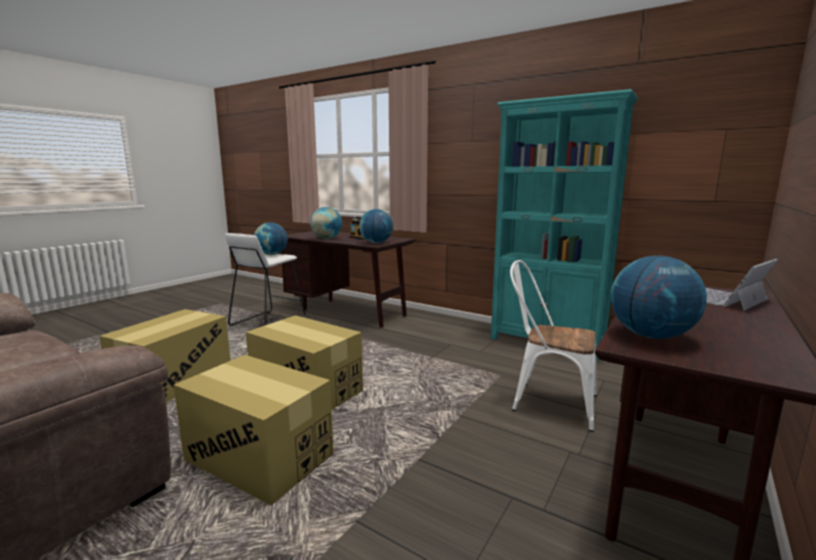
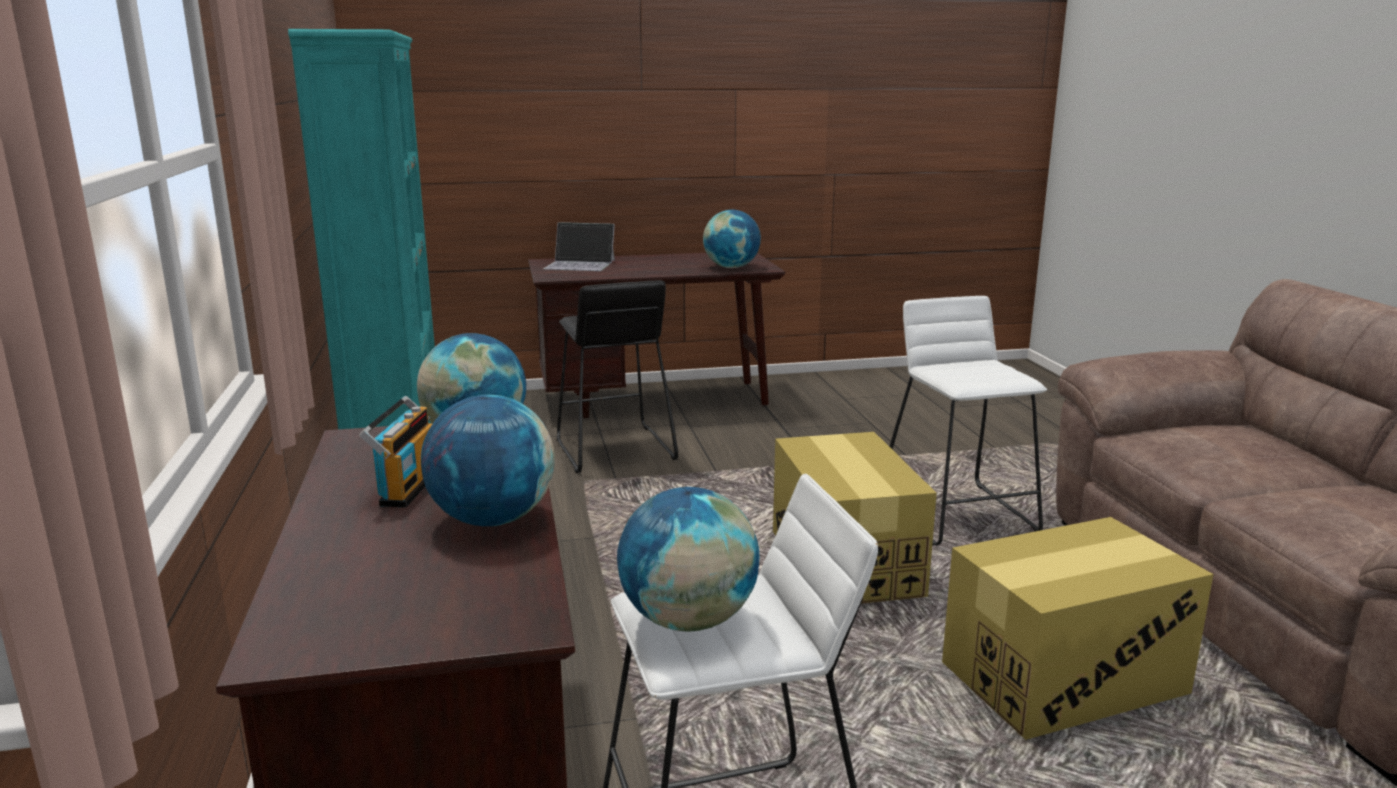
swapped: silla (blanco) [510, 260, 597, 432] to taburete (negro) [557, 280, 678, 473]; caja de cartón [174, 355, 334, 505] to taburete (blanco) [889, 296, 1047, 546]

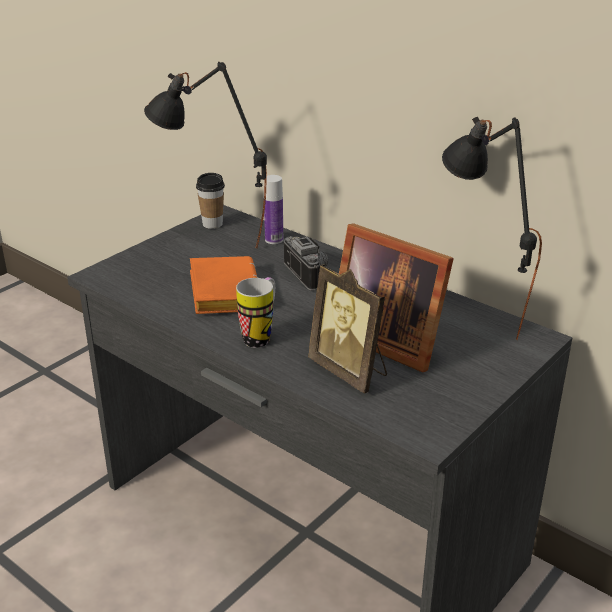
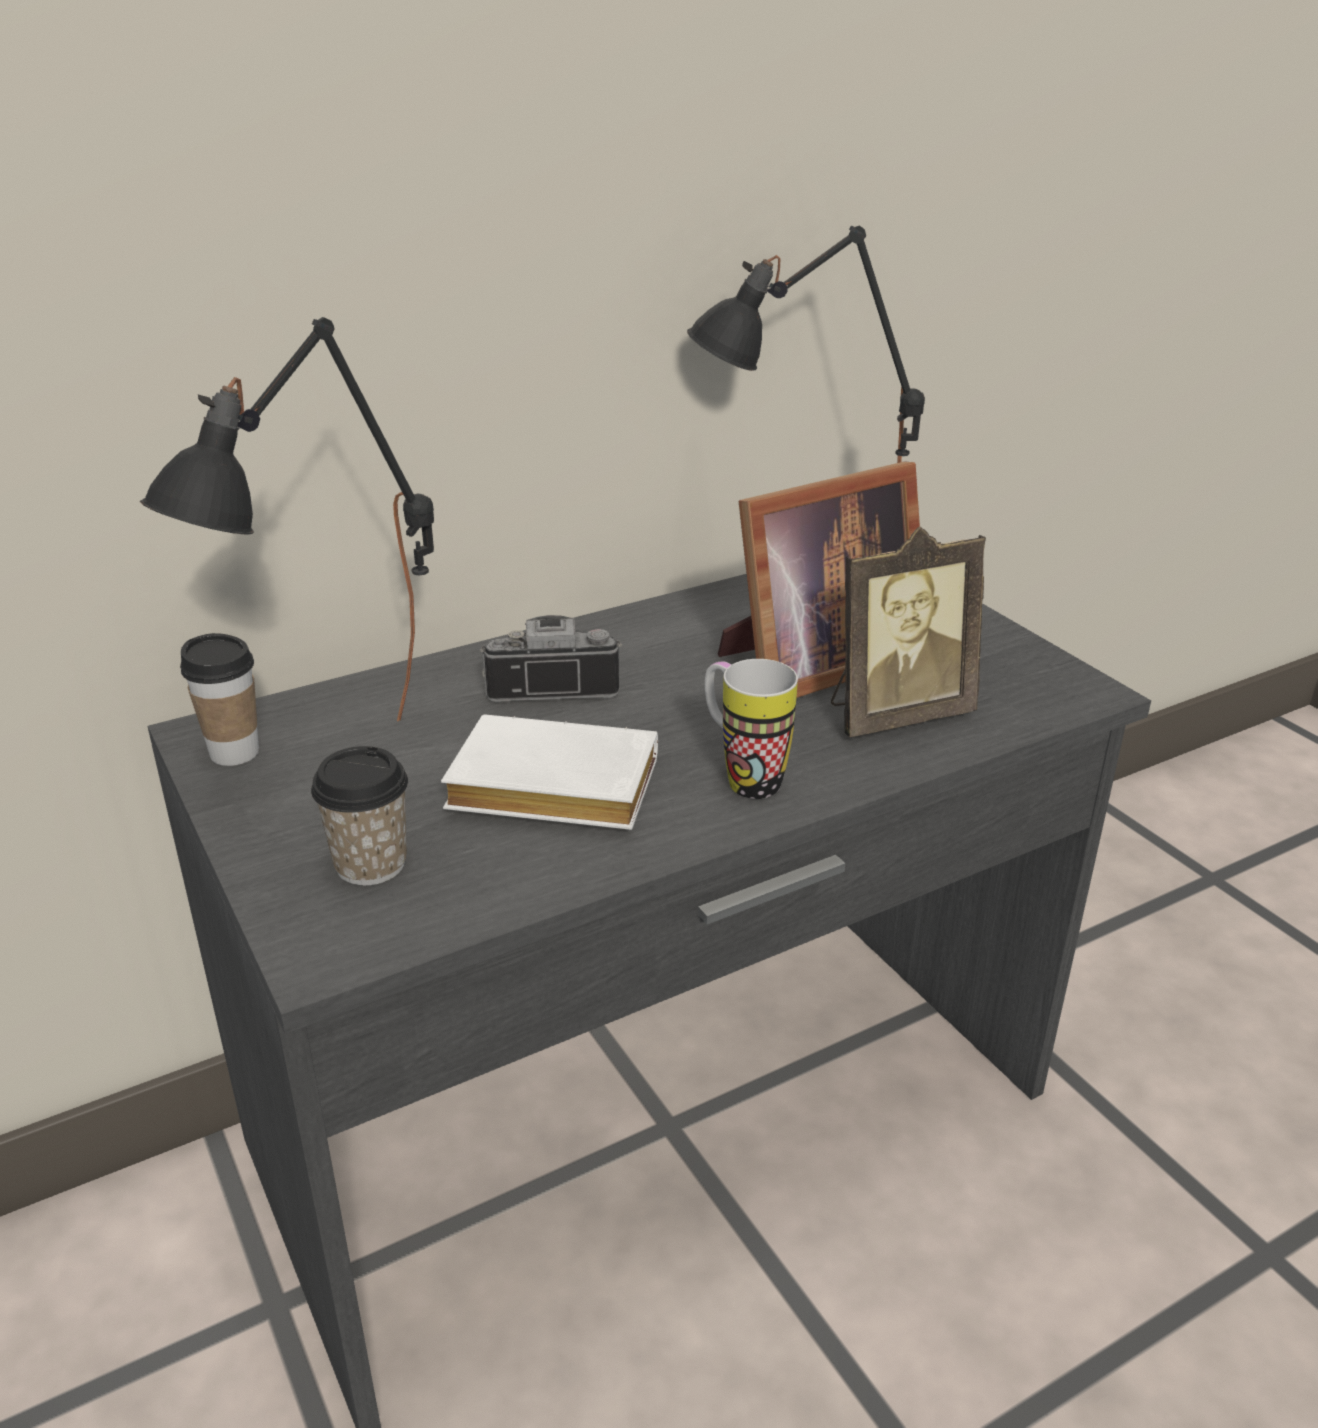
gone: botella [264, 175, 283, 244]
new: taza [311, 746, 408, 885]
repainted: libro (naranja) [190, 256, 258, 314] to libro (blanco) [441, 714, 658, 830]

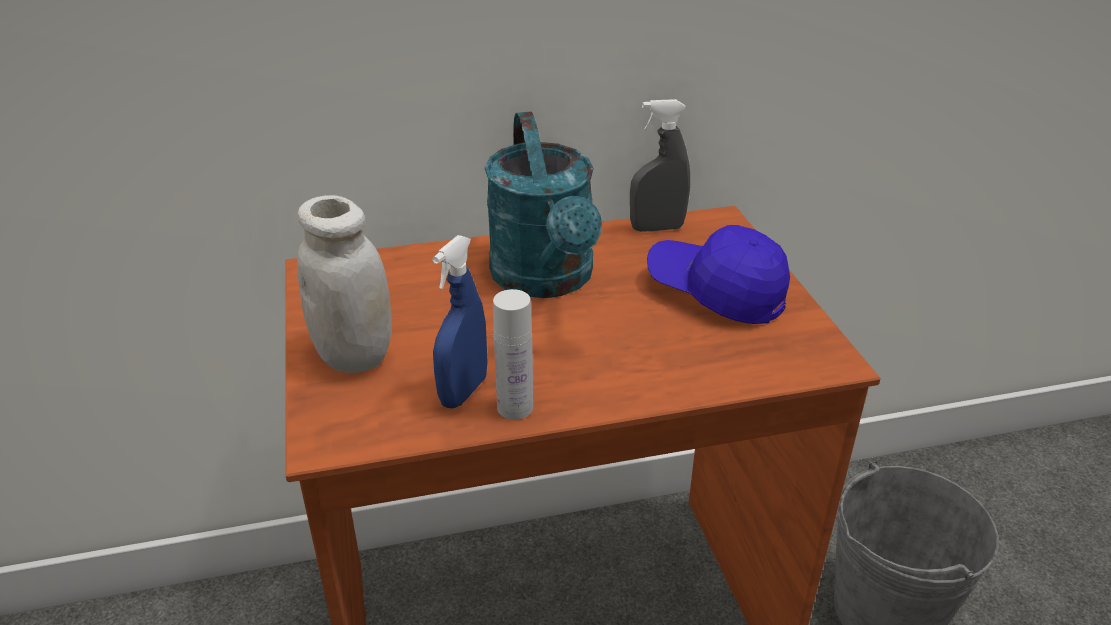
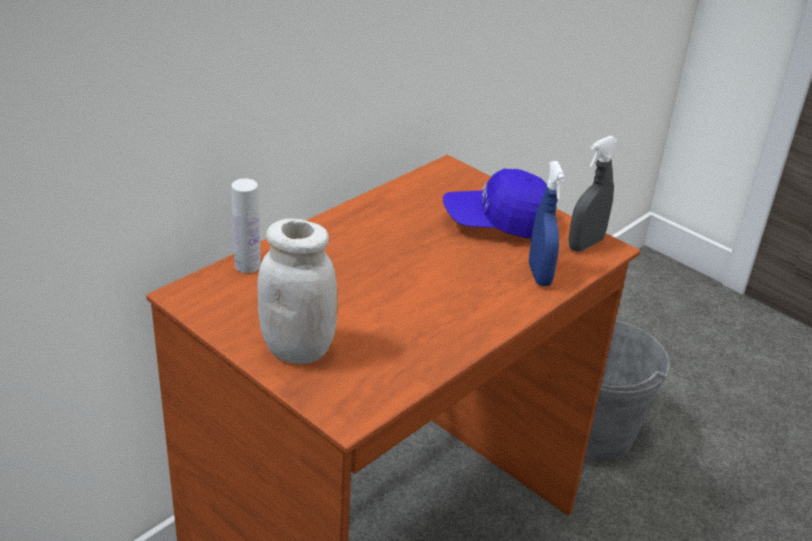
gone: regadera (turquesa) [485, 112, 602, 298]
shifted: botella (blanco) [493, 289, 533, 420] to [232, 178, 261, 273]; pulverizador (azul) [432, 235, 488, 408] to [529, 161, 565, 286]; pulverizador (gris) [630, 99, 690, 232] to [569, 136, 619, 251]

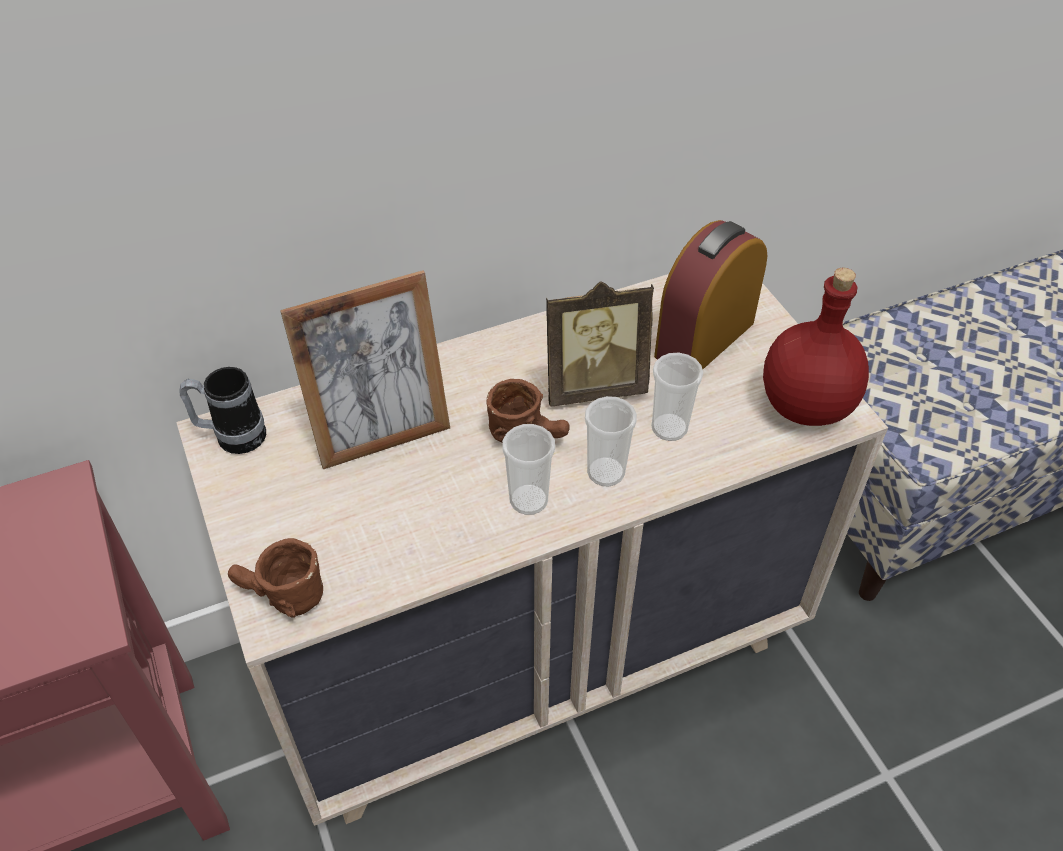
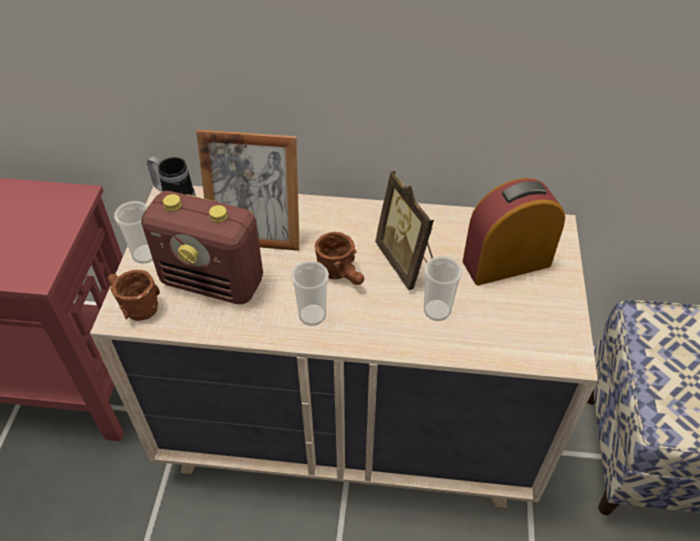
gone: botella (rojo) [763, 268, 869, 426]
new: radio [141, 191, 263, 304]
shifted: taza [585, 396, 637, 487] to [114, 201, 153, 264]
rotated: portarretratos [546, 281, 654, 407] = [375, 171, 434, 290] 45 degrees clockwise

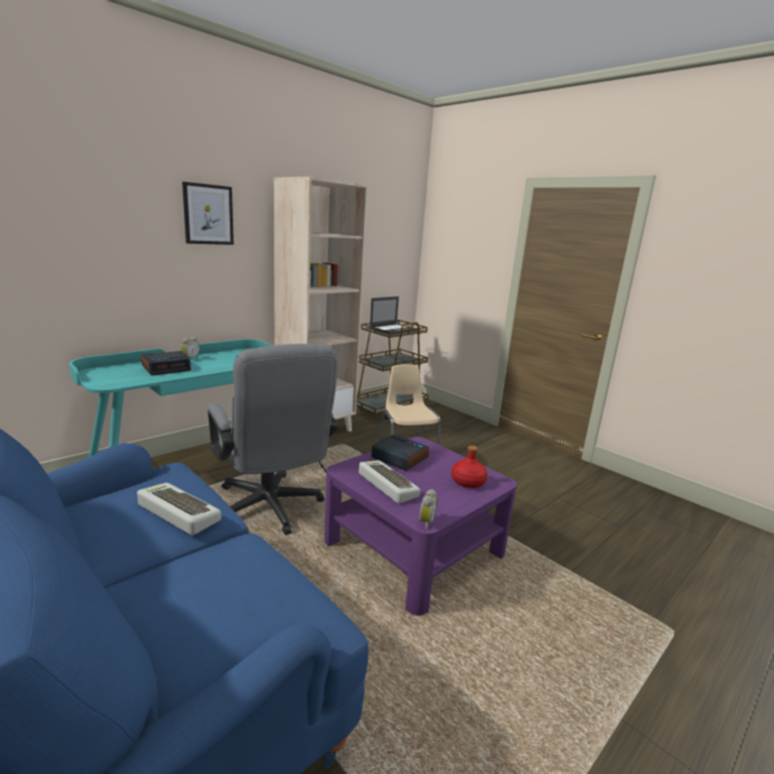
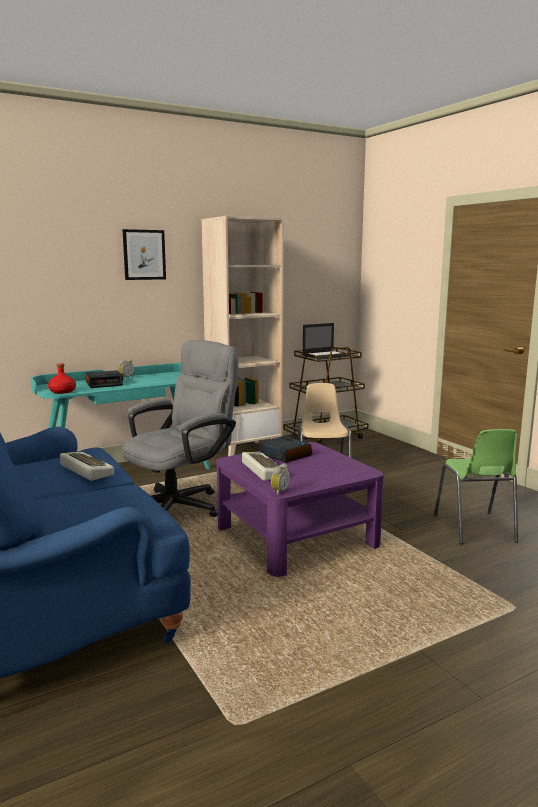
new: silla (verde) [434, 429, 518, 544]
shifted: botella (rojo) [451, 445, 488, 488] to [48, 363, 76, 394]
rotated: silla de oficina (gris) [208, 344, 338, 535] = [122, 340, 238, 517] 120 degrees counterclockwise

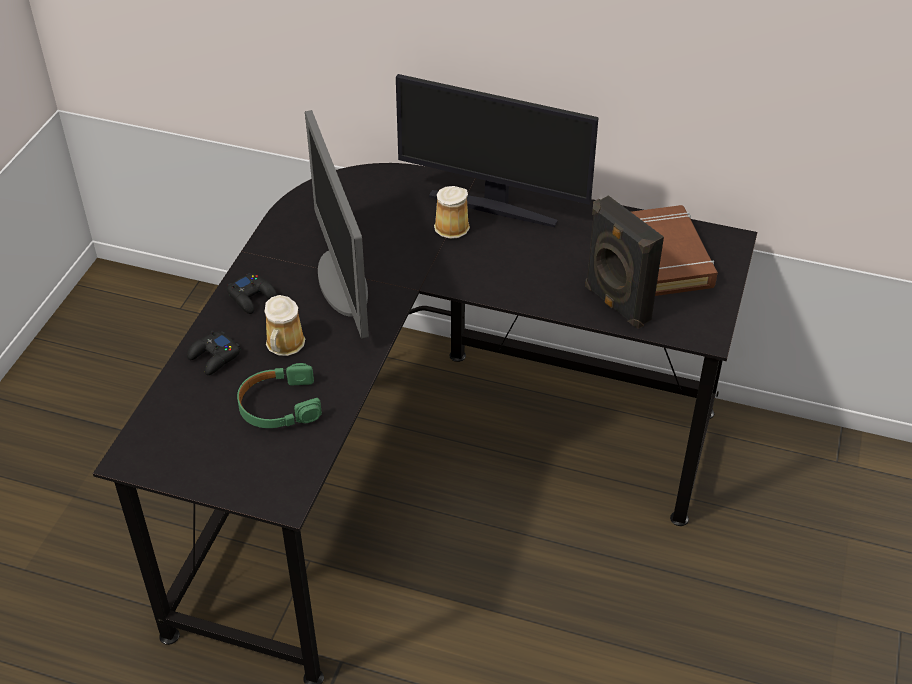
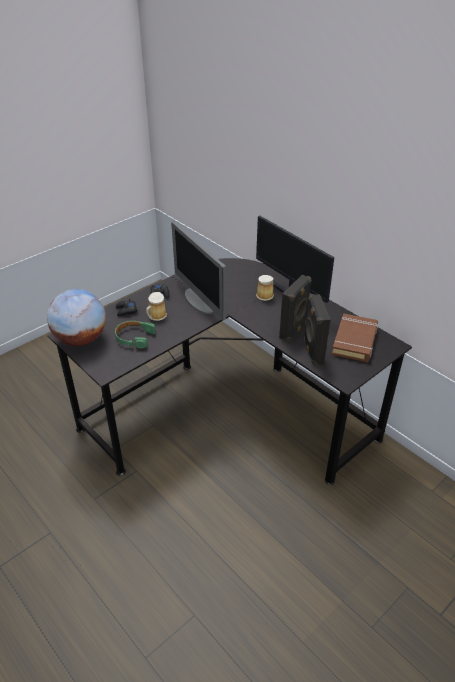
new: globo terráqueo [47, 289, 106, 346]; altavoz (negro) [279, 275, 312, 342]
rotated: monitor [305, 110, 369, 339] = [171, 221, 226, 320] 45 degrees counterclockwise

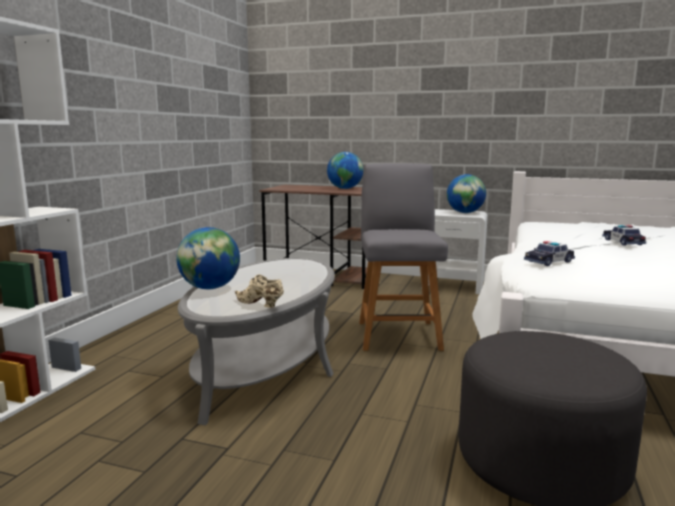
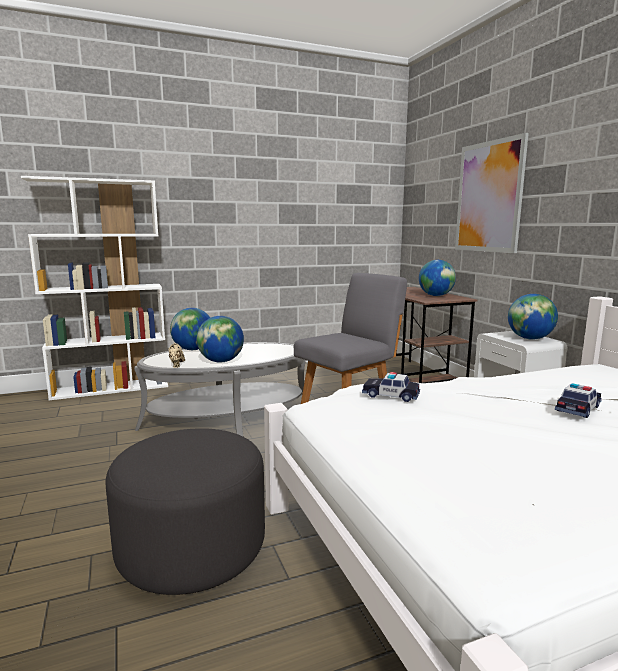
new: globo terráqueo [197, 316, 244, 363]; cuadro [455, 133, 529, 253]

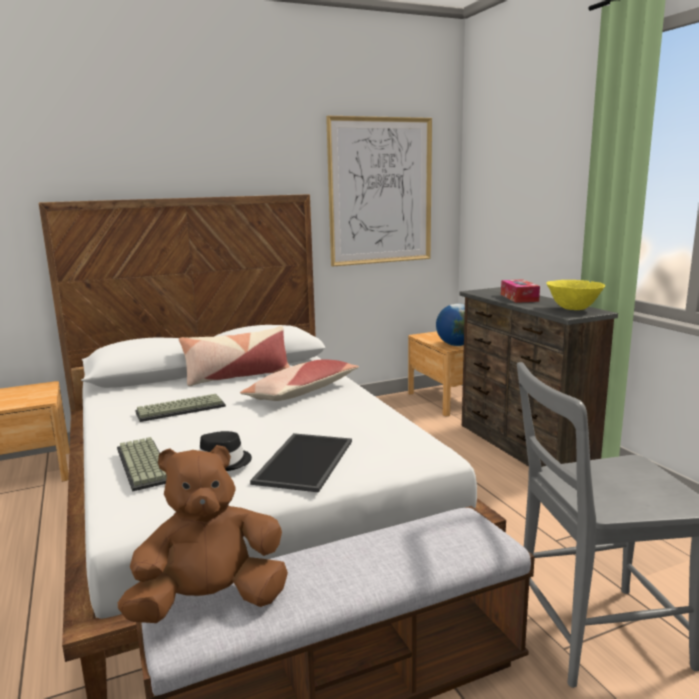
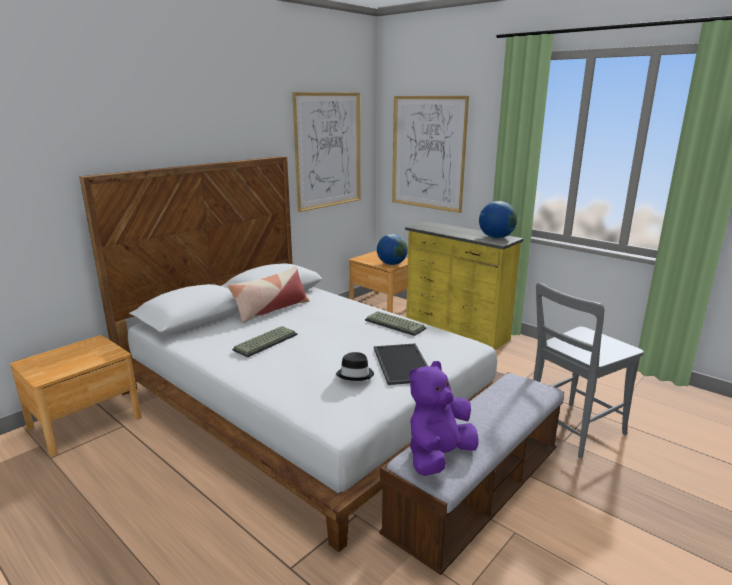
gone: cojín [240, 360, 359, 401]; caja de pañuelos [501, 279, 540, 303]
new: cuadro [392, 96, 469, 213]
shifted: teclado [117, 437, 167, 492] to [365, 311, 426, 336]
swapped: cuenco (amarillo) [546, 280, 605, 310] to globo terráqueo [479, 201, 517, 238]
repainted: cómoda (marrón) [459, 287, 618, 467] to cómoda (amarillo) [405, 221, 524, 350]; peluche (marrón) [118, 445, 288, 623] to peluche (morado) [409, 361, 479, 476]

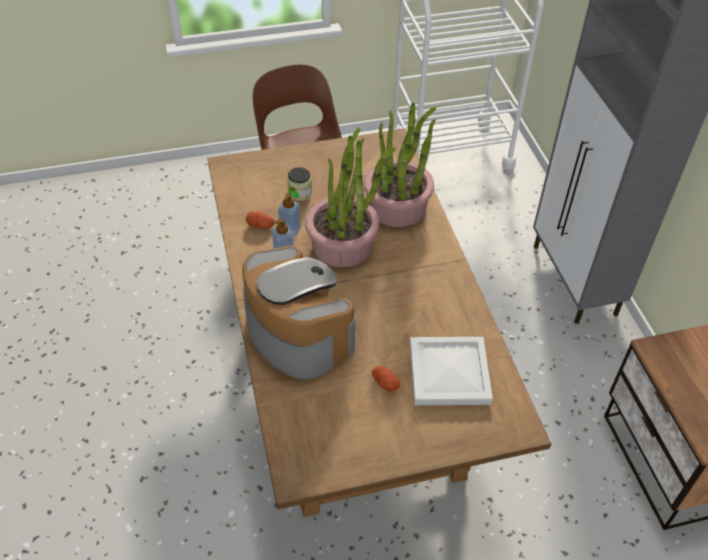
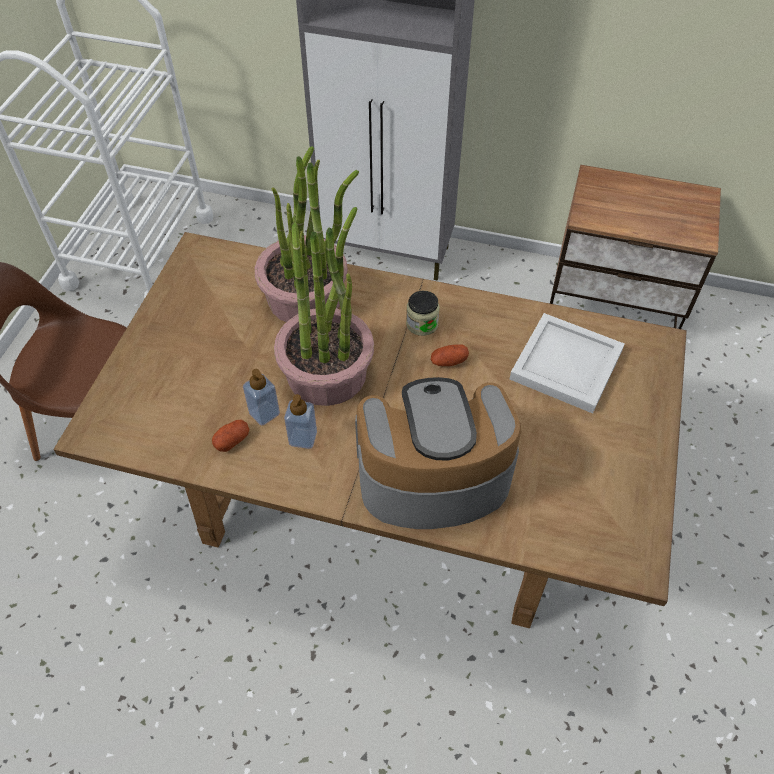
shifted: tarro [287, 167, 312, 201] to [406, 291, 439, 336]; patata [372, 366, 400, 392] to [431, 344, 469, 366]

